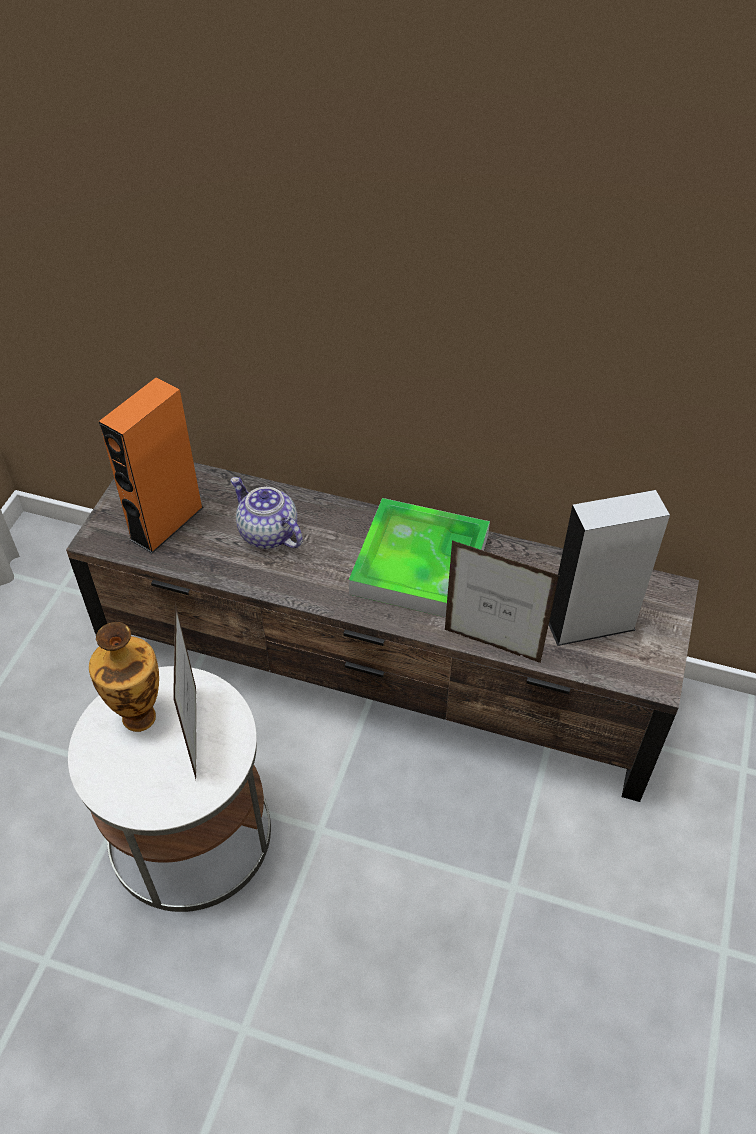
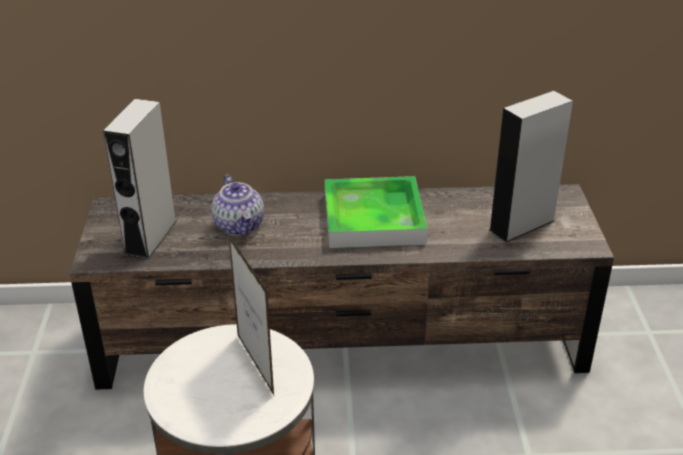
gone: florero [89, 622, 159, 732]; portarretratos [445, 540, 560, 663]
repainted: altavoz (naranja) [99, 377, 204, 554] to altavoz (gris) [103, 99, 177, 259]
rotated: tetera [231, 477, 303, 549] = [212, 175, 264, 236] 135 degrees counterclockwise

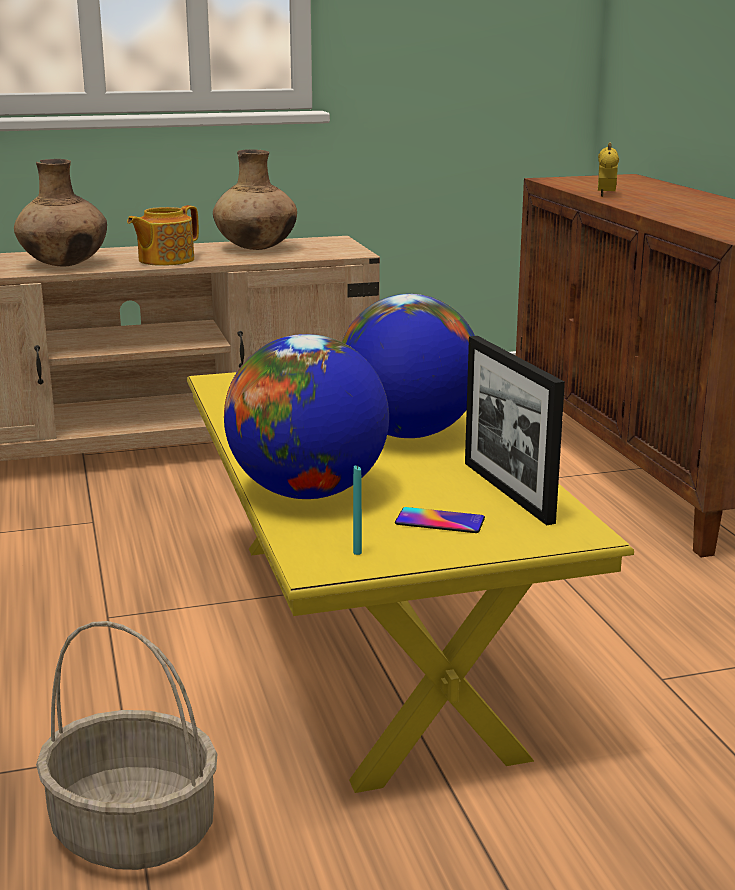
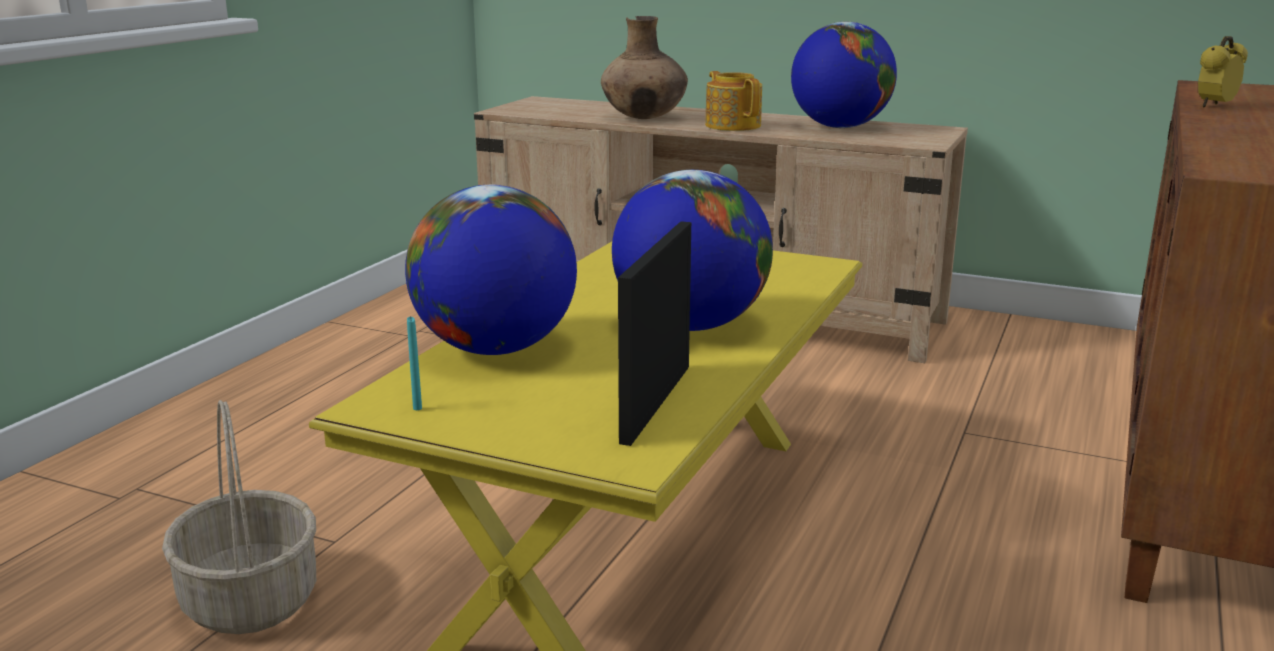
gone: móvil [395, 507, 485, 533]
swapped: florero (marrón) [213, 149, 297, 250] to globo terráqueo [791, 22, 897, 128]
rotated: tetera [127, 205, 199, 266] = [705, 71, 762, 131] 75 degrees clockwise

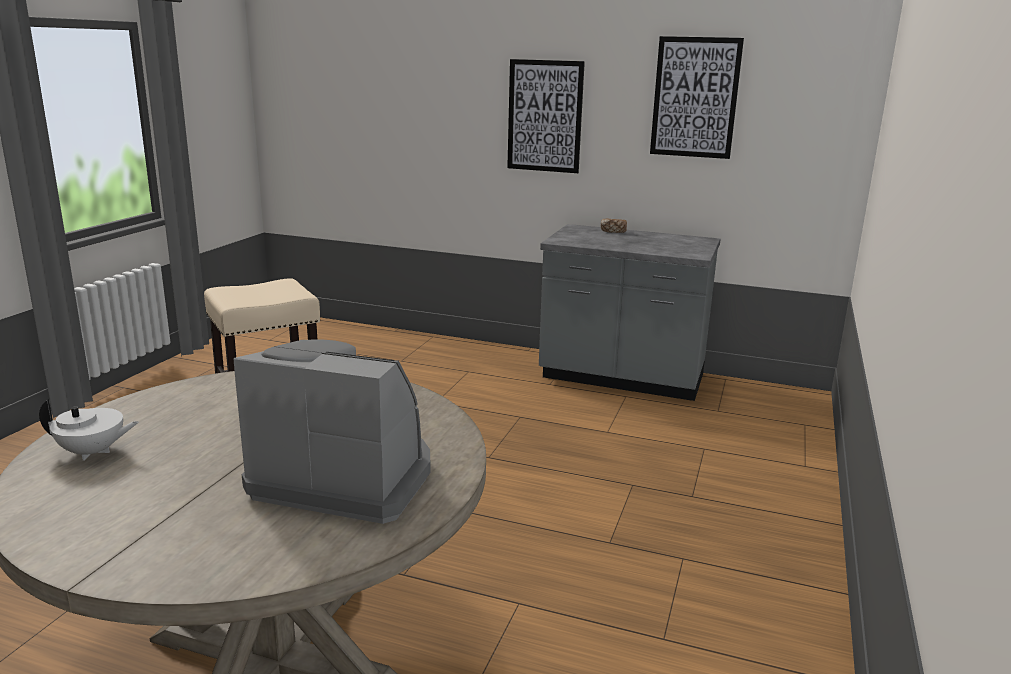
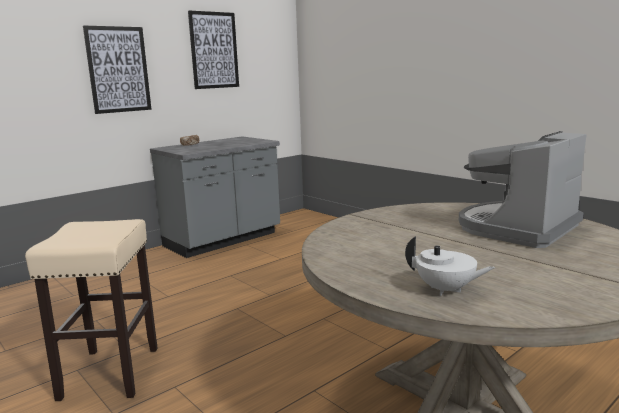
rotated: tetera (blanco) [39, 399, 139, 461] = [405, 236, 495, 296] 90 degrees clockwise

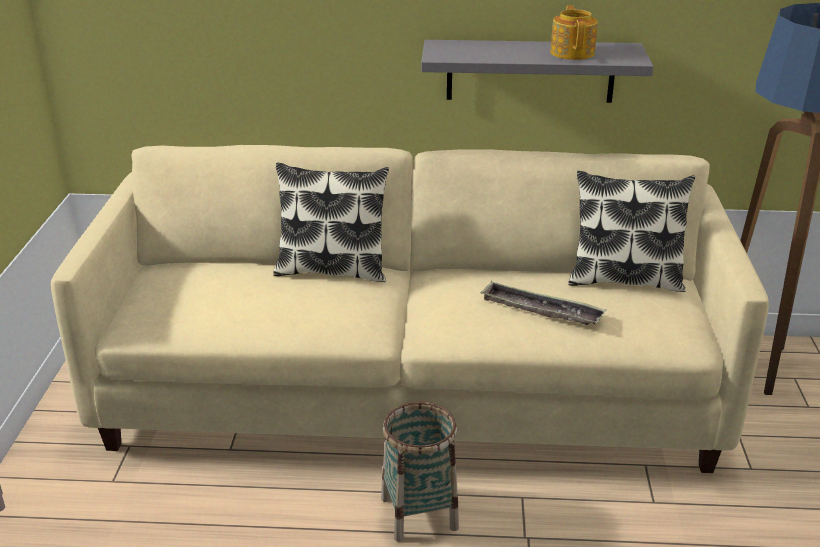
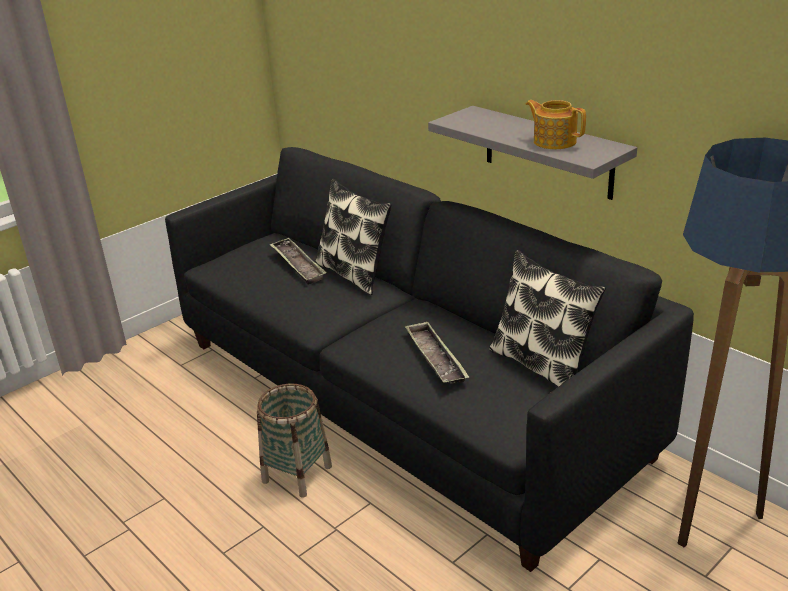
new: bandeja [269, 237, 327, 285]
repainted: sofá (beis) [51, 145, 769, 473] to sofá (negro) [165, 147, 694, 572]
rotated: tetera [550, 5, 598, 60] = [526, 100, 586, 149] 90 degrees counterclockwise

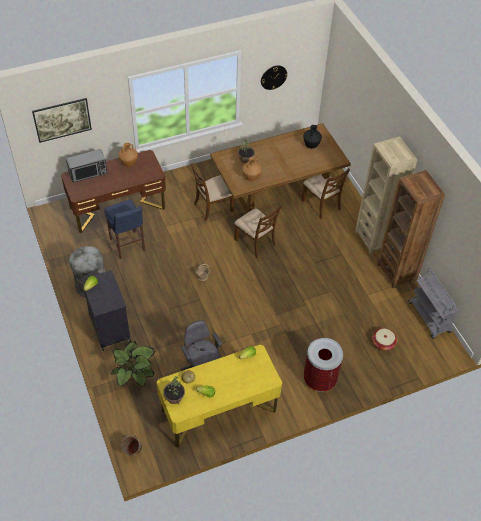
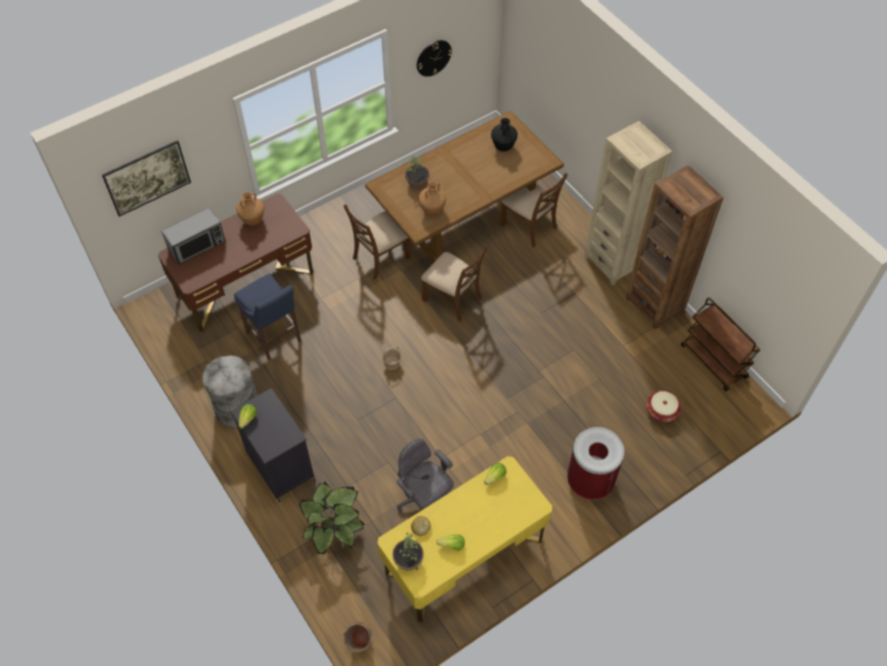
repainted: carrito (gris) [409, 268, 460, 339] to carrito (marrón) [681, 298, 760, 391]

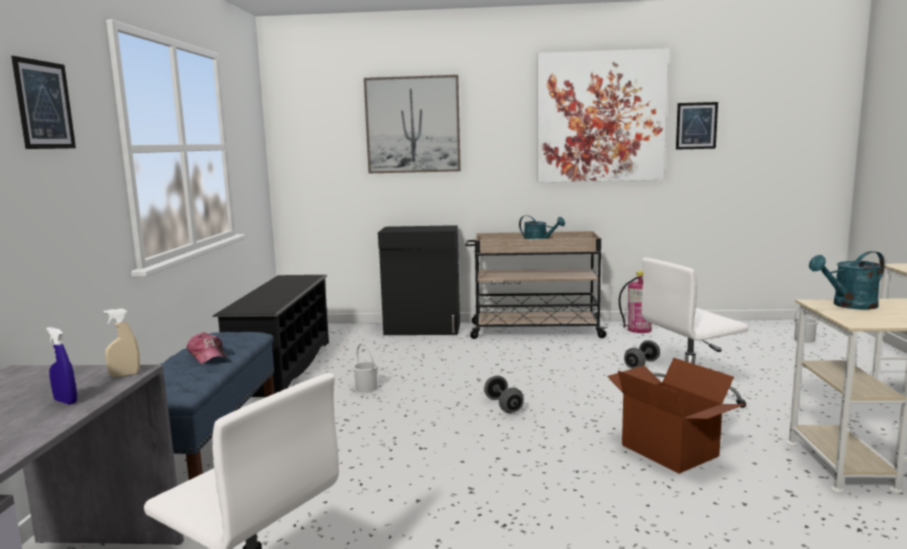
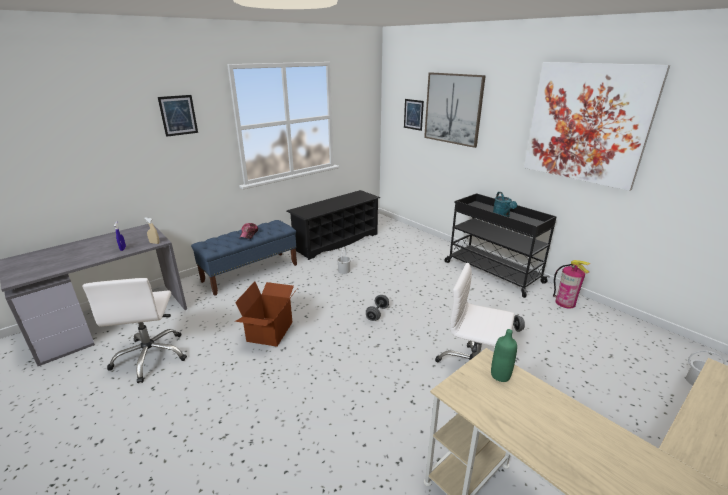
gone: armario (negro) [378, 225, 460, 335]
shifted: caja de cartón [607, 358, 746, 474] to [235, 281, 297, 347]; cuadro [676, 102, 718, 150] to [404, 99, 424, 131]
swapped: regadera (turquesa) [809, 251, 885, 310] to botella (verde) [491, 329, 517, 382]
repainted: carrito (beis) [465, 231, 608, 339] to carrito (negro) [444, 193, 557, 298]

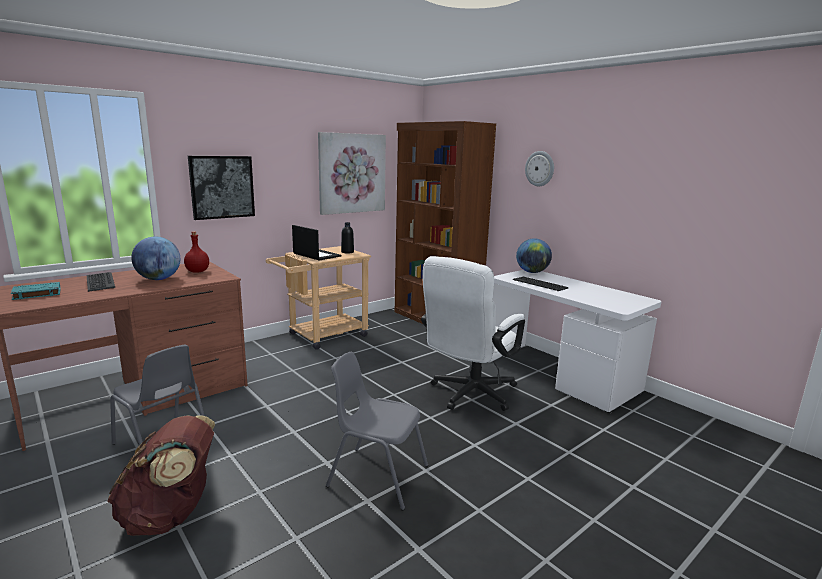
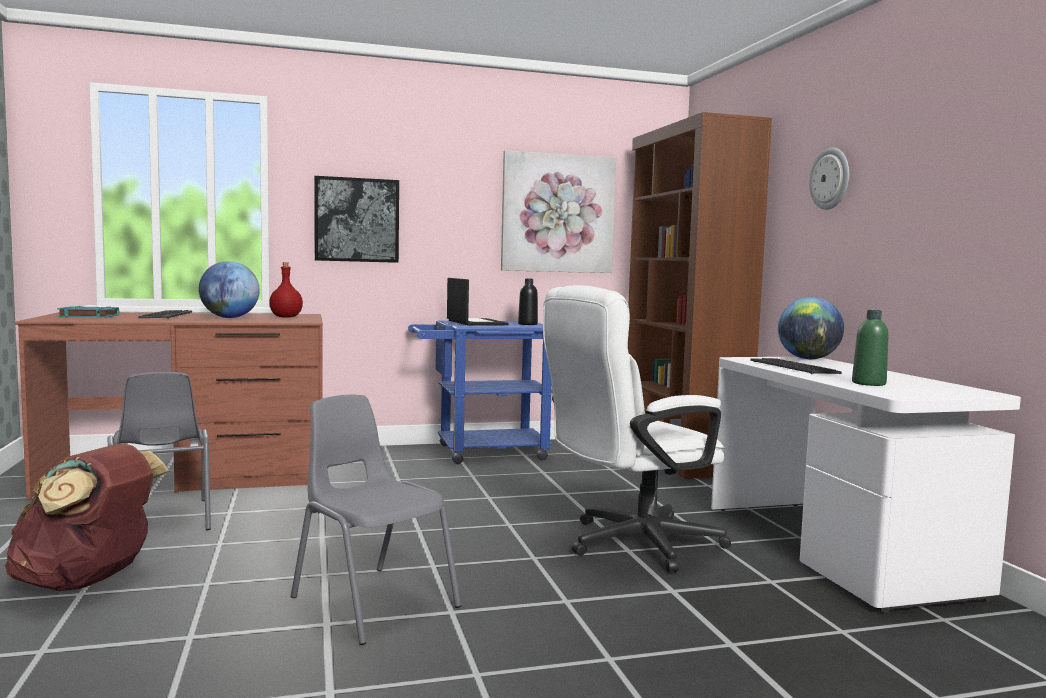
new: botella (verde) [852, 310, 889, 386]
repainted: carrito (beis) [266, 246, 371, 350] to carrito (azul) [408, 321, 553, 464]

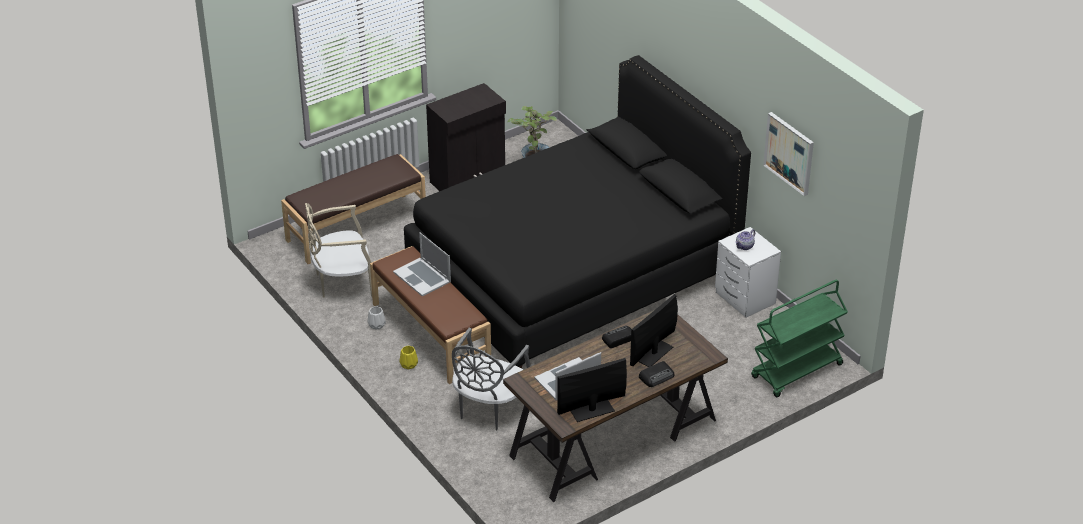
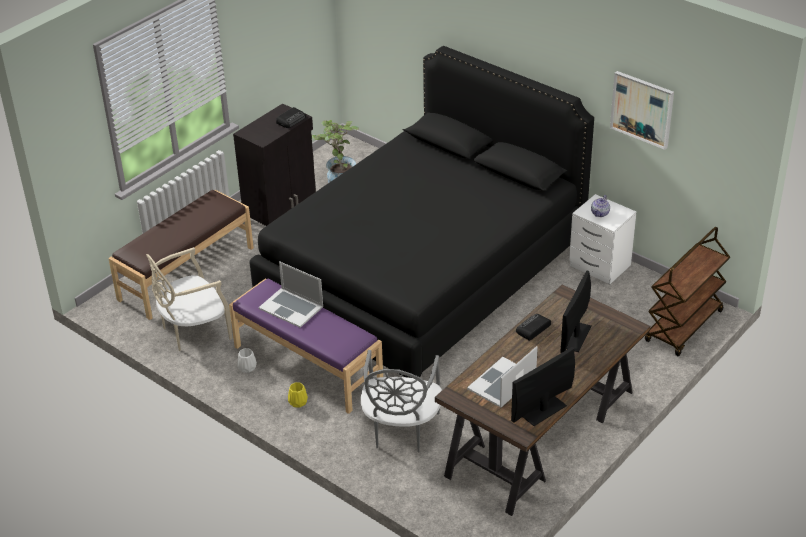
shifted: radio [639, 361, 674, 387] to [276, 107, 306, 128]
repainted: banco (marrón) [370, 246, 491, 384] to banco (morado) [229, 278, 383, 414]; carrito (verde) [751, 280, 848, 397] to carrito (marrón) [645, 227, 730, 356]

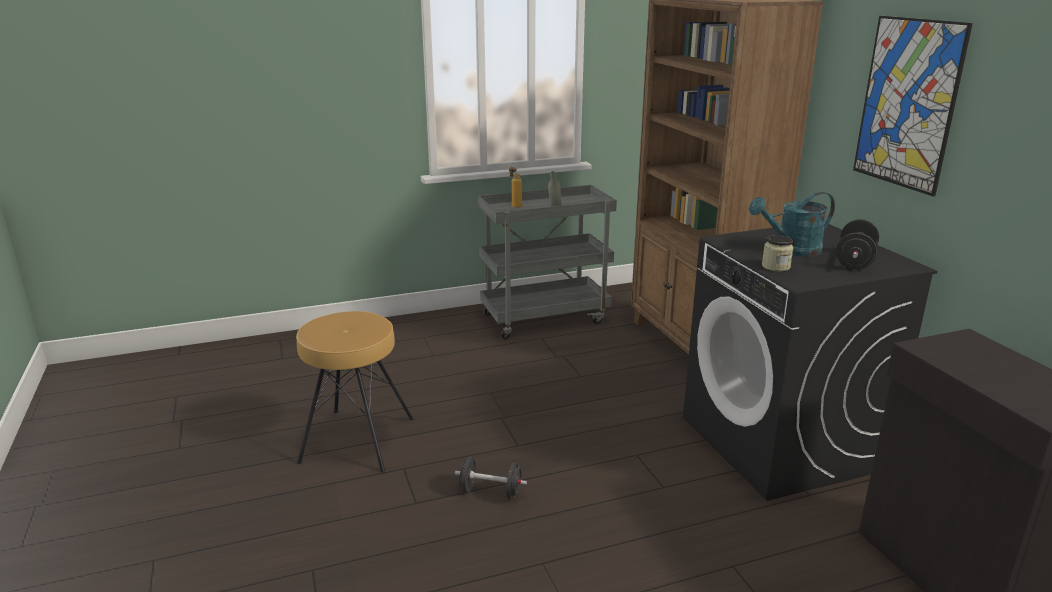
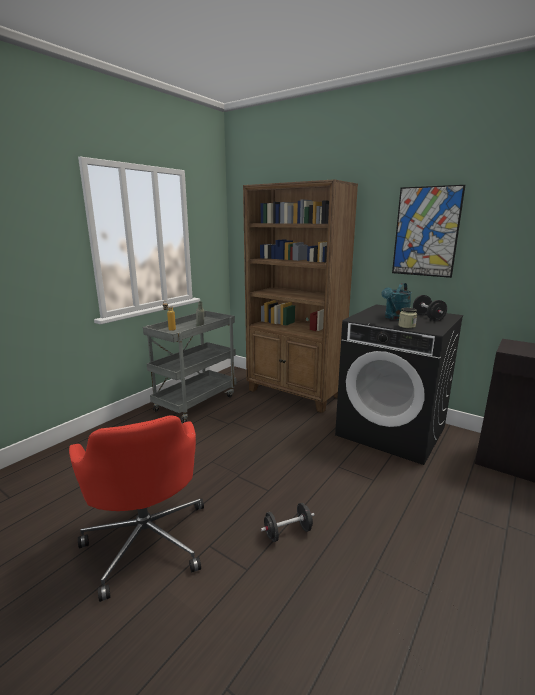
swapped: taburete (marrón) [296, 311, 413, 472] to silla de oficina (rojo) [69, 415, 204, 602]

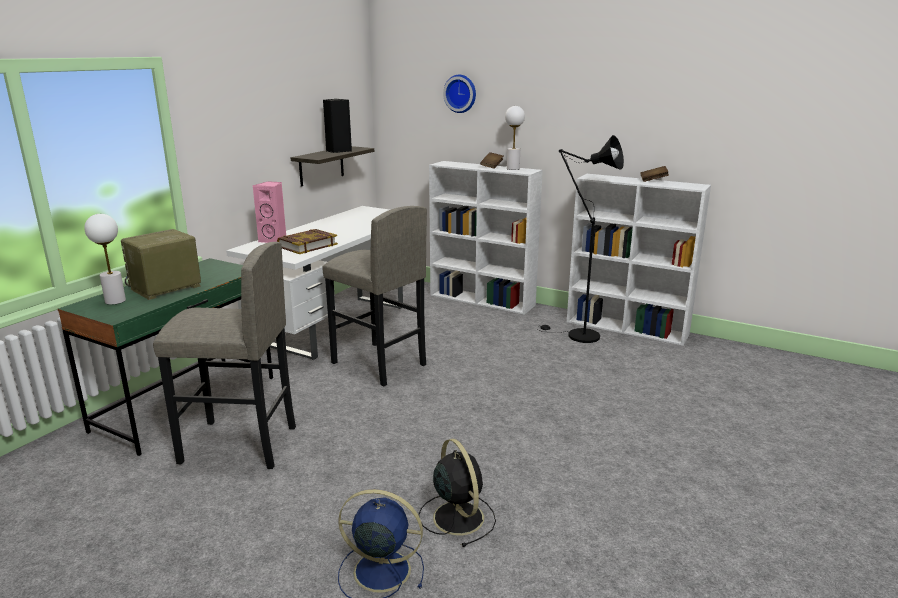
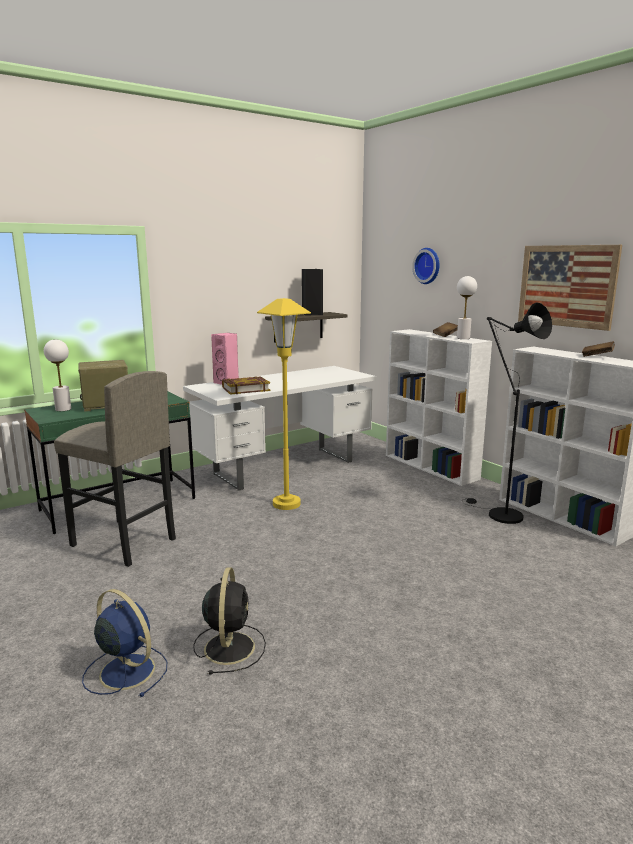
new: cuadro [518, 245, 622, 331]
swapped: taburete (gris) [322, 206, 427, 387] to lámpara de pie (amarillo) [257, 298, 311, 510]

